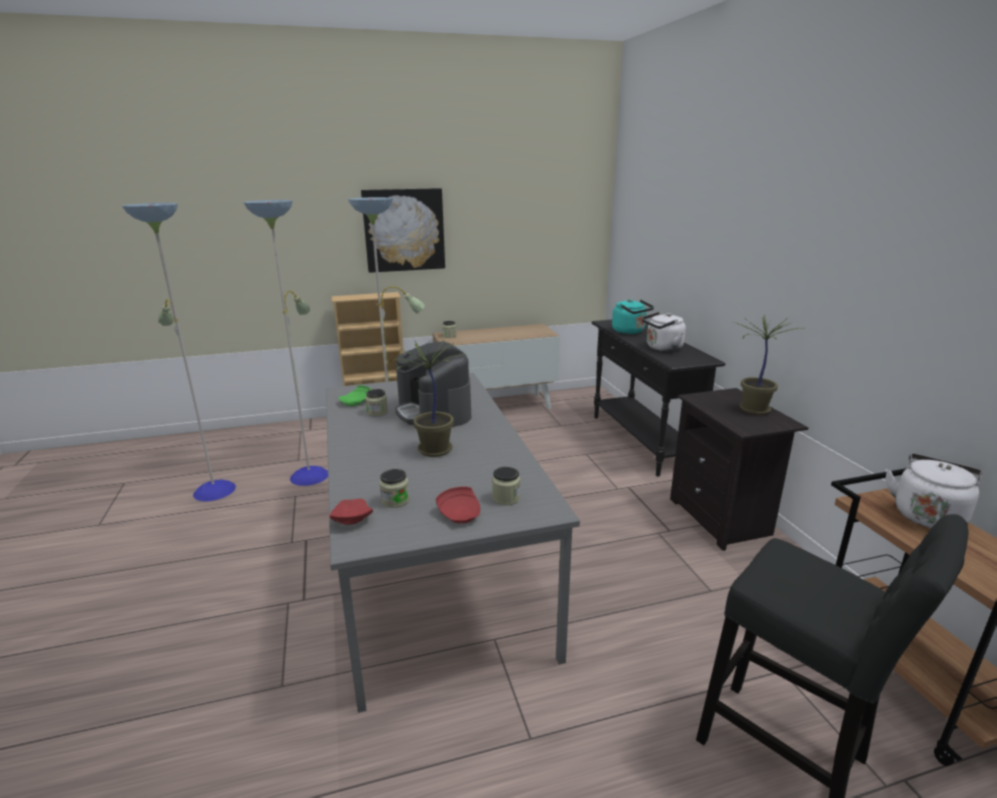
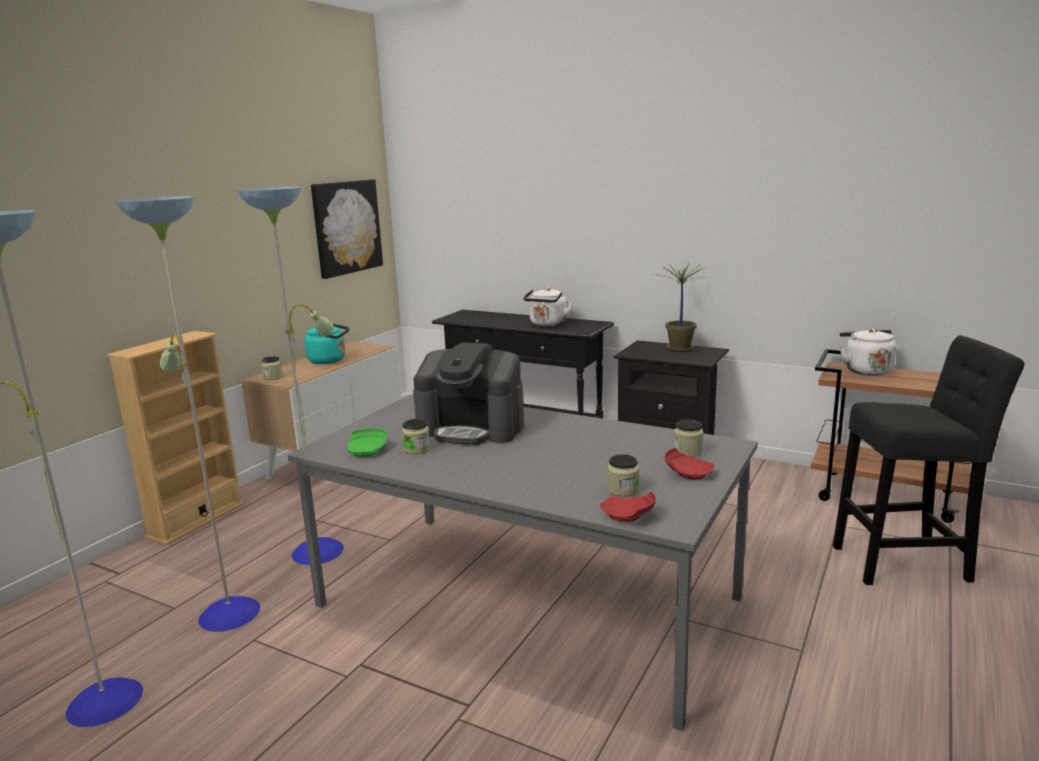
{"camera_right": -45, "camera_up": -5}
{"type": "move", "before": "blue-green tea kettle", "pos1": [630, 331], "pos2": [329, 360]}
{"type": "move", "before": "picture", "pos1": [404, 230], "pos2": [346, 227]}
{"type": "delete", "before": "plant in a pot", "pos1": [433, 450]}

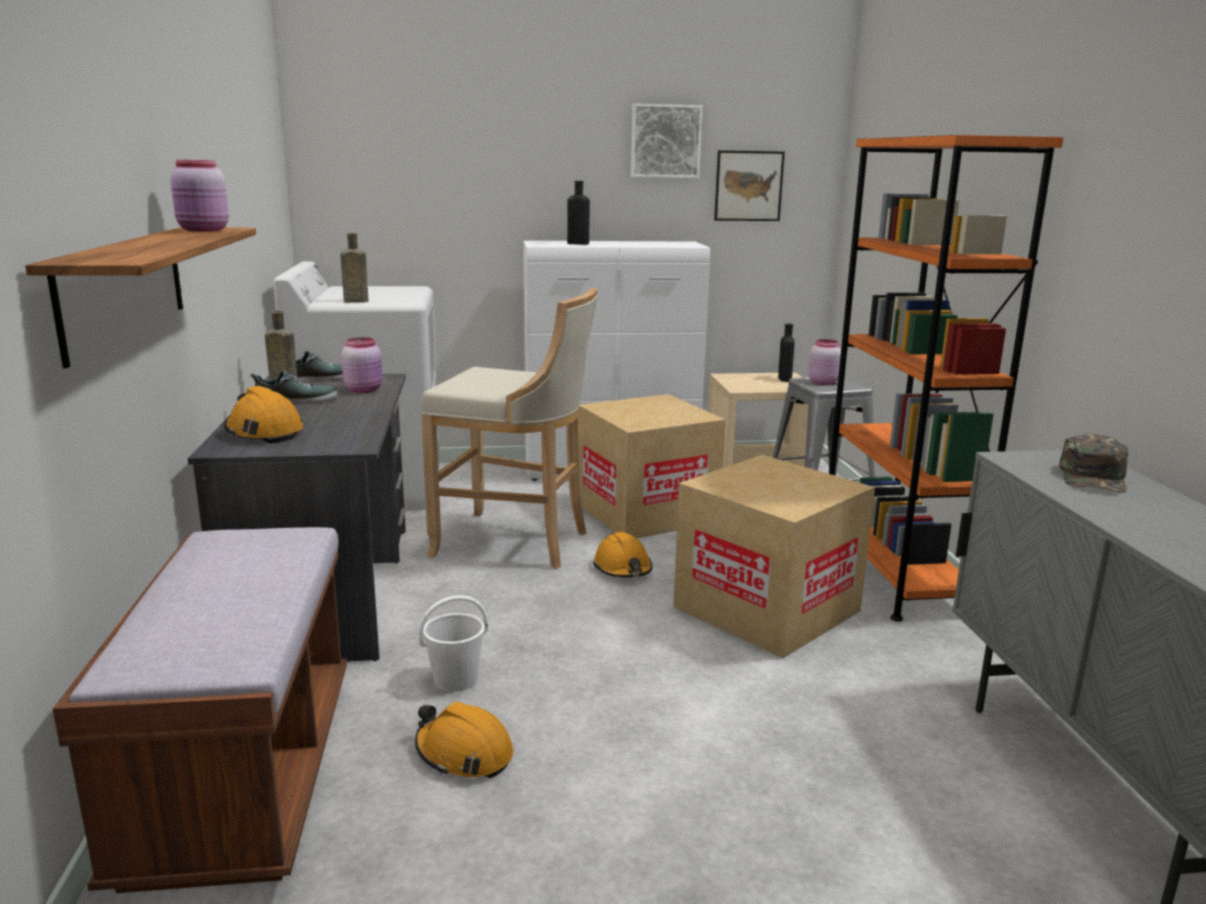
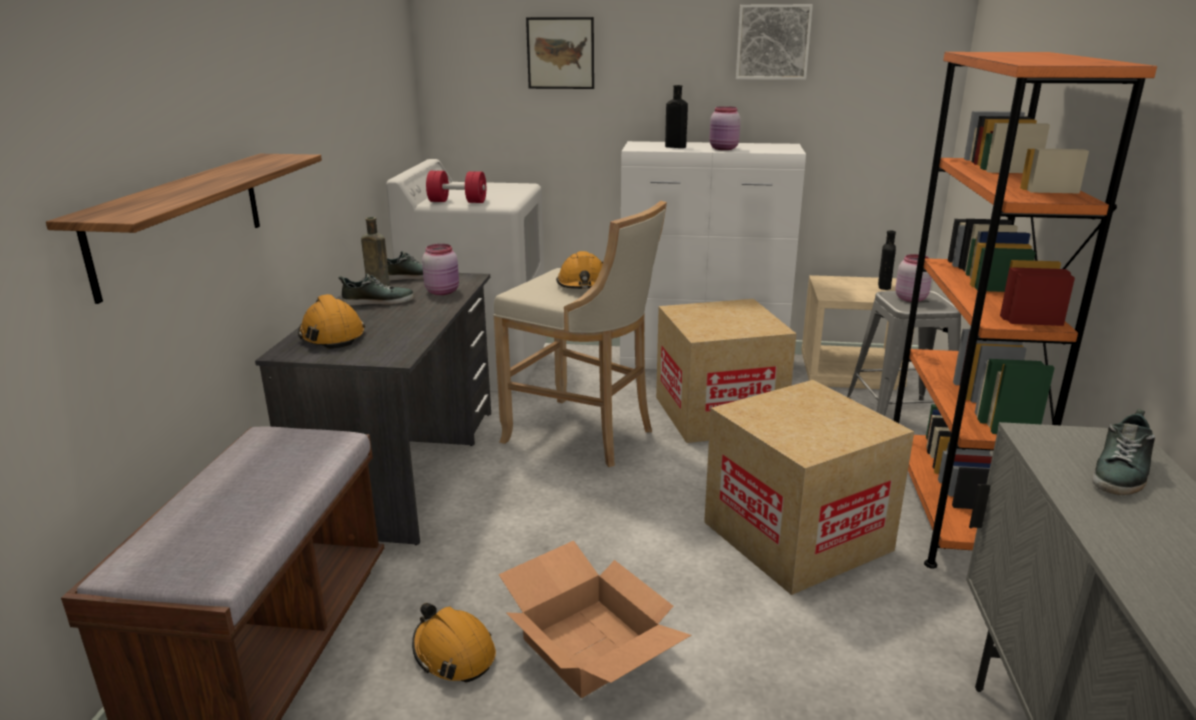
{"camera_right": 15, "camera_up": 5}
{"type": "replace", "before": "brown drink bottle", "after": "reddish hand weight", "pos1": [354, 301], "pos2": [457, 202]}
{"type": "insert", "after": "carton", "pos2": [587, 646]}
{"type": "move", "before": "picture", "pos1": [748, 186], "pos2": [560, 53]}
{"type": "move", "before": "orangey work helmet", "pos1": [623, 568], "pos2": [583, 285]}
{"type": "move", "before": "pink-coloured storage jar", "pos1": [204, 230], "pos2": [724, 149]}
{"type": "replace", "before": "green peaked cap", "after": "shoe", "pos1": [1093, 477], "pos2": [1121, 472]}
{"type": "delete", "before": "whitish bucket", "pos1": [456, 679]}

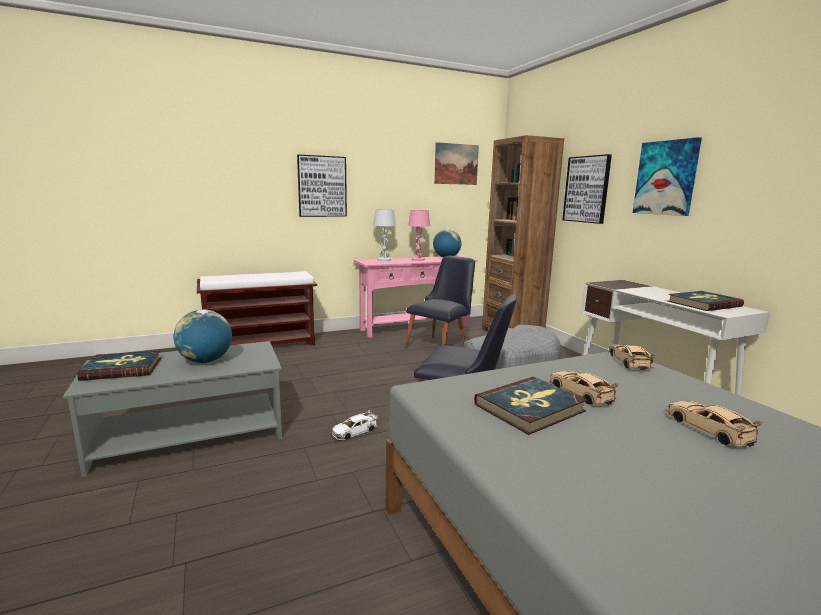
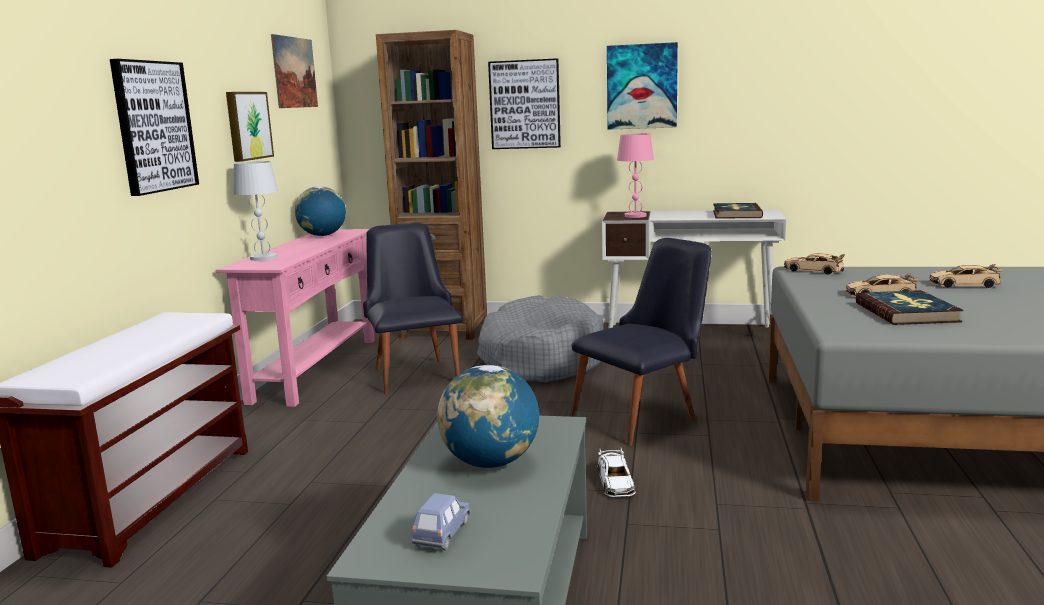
{"camera_right": -55, "camera_up": 0}
{"type": "insert", "after": "picture", "pos2": [247, 125]}
{"type": "replace", "before": "bound book", "after": "bluish model car", "pos1": [122, 368], "pos2": [442, 534]}
{"type": "move", "before": "pink-coloured table lamp", "pos1": [418, 259], "pos2": [635, 216]}

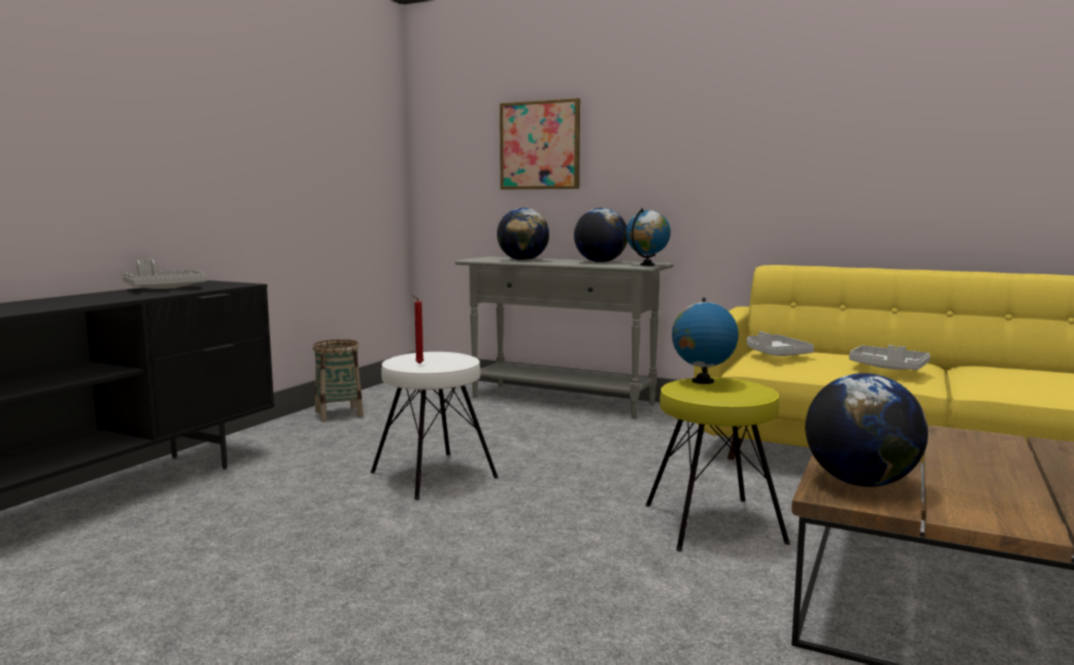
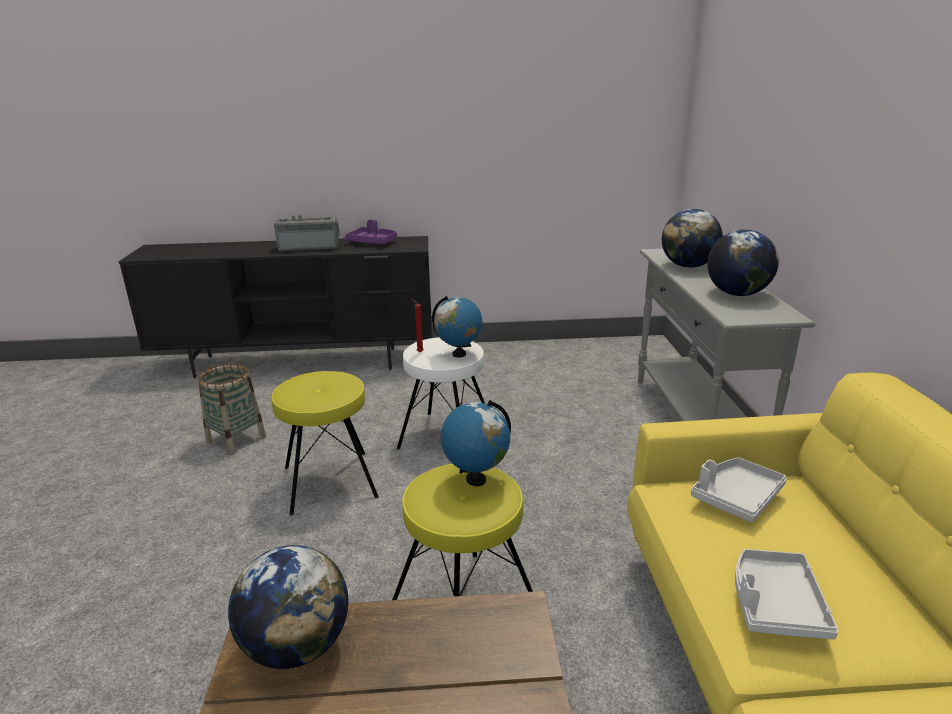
{"camera_right": 60, "camera_up": 15}
{"type": "move", "before": "basket", "pos1": [339, 414], "pos2": [236, 440]}
{"type": "insert", "after": "yellowish sitting stool", "pos2": [330, 482]}
{"type": "insert", "after": "radio", "pos2": [309, 247]}
{"type": "recolor", "before": "greyish tray", "after": "purple tray", "pos1": [164, 288], "pos2": [373, 242]}
{"type": "move", "before": "globe", "pos1": [647, 265], "pos2": [459, 354]}
{"type": "delete", "before": "picture", "pos1": [540, 145]}

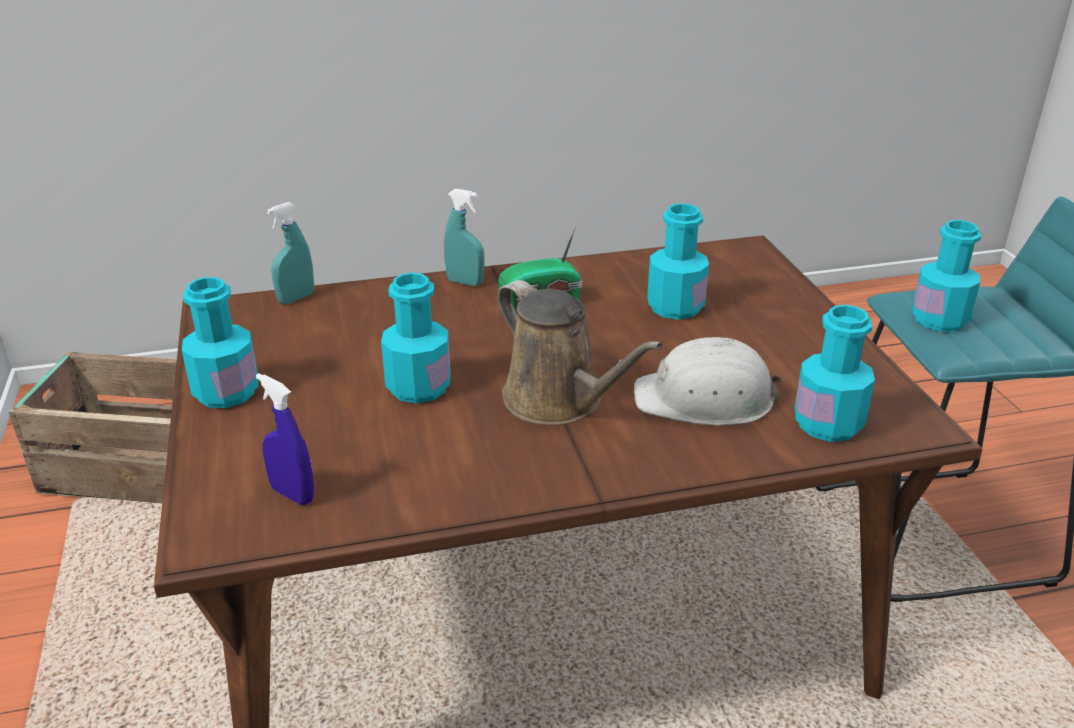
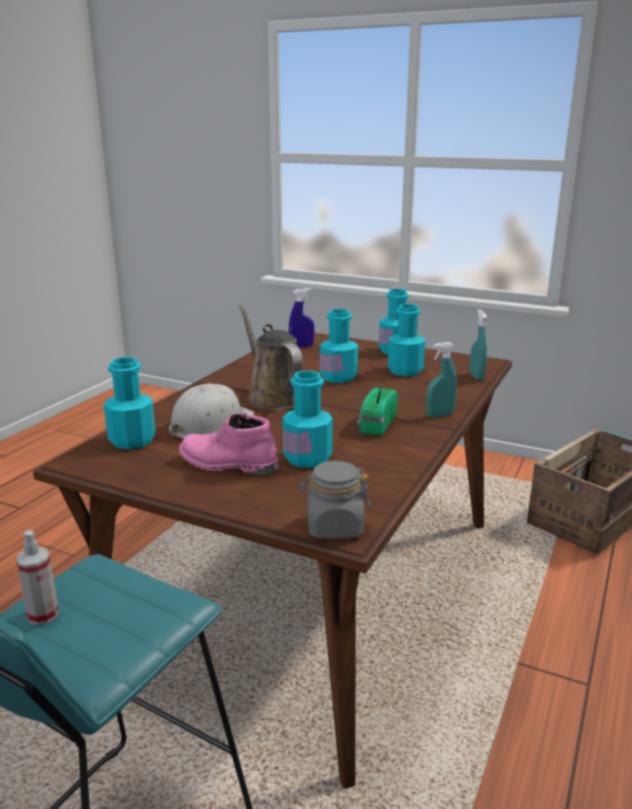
{"camera_right": 130, "camera_up": -10}
{"type": "insert", "after": "hand sprayer", "pos2": [43, 615]}
{"type": "insert", "after": "pink-coloured high-top boot", "pos2": [227, 464]}
{"type": "rotate", "before": "brown watering pot", "pos1": [559, 401], "pos2": [273, 396], "turn": 60}
{"type": "insert", "after": "greyish storage jar", "pos2": [334, 527]}
{"type": "move", "before": "blue-green drink bottle", "pos1": [939, 319], "pos2": [405, 370]}

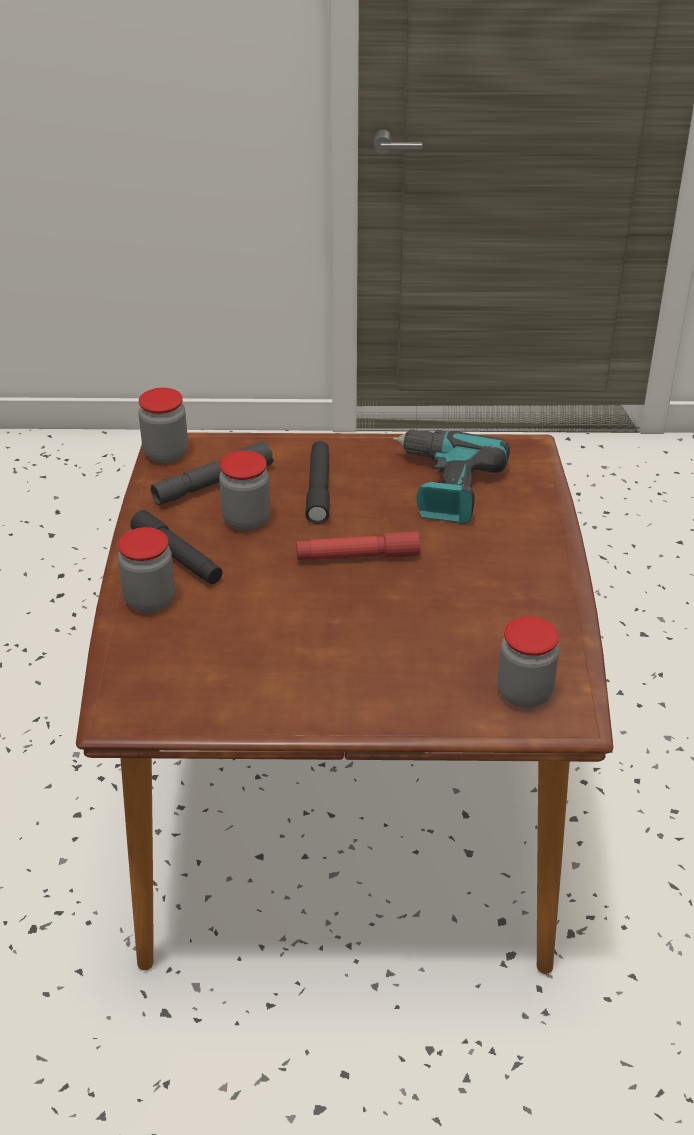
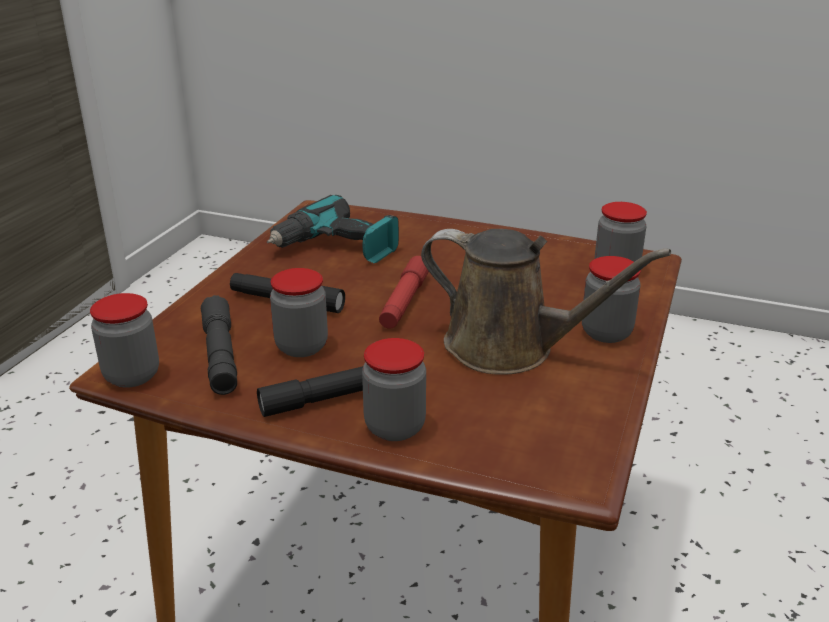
{"camera_right": -70, "camera_up": -10}
{"type": "insert", "after": "brown watering pot", "pos2": [509, 348]}
{"type": "insert", "after": "storage jar", "pos2": [606, 333]}

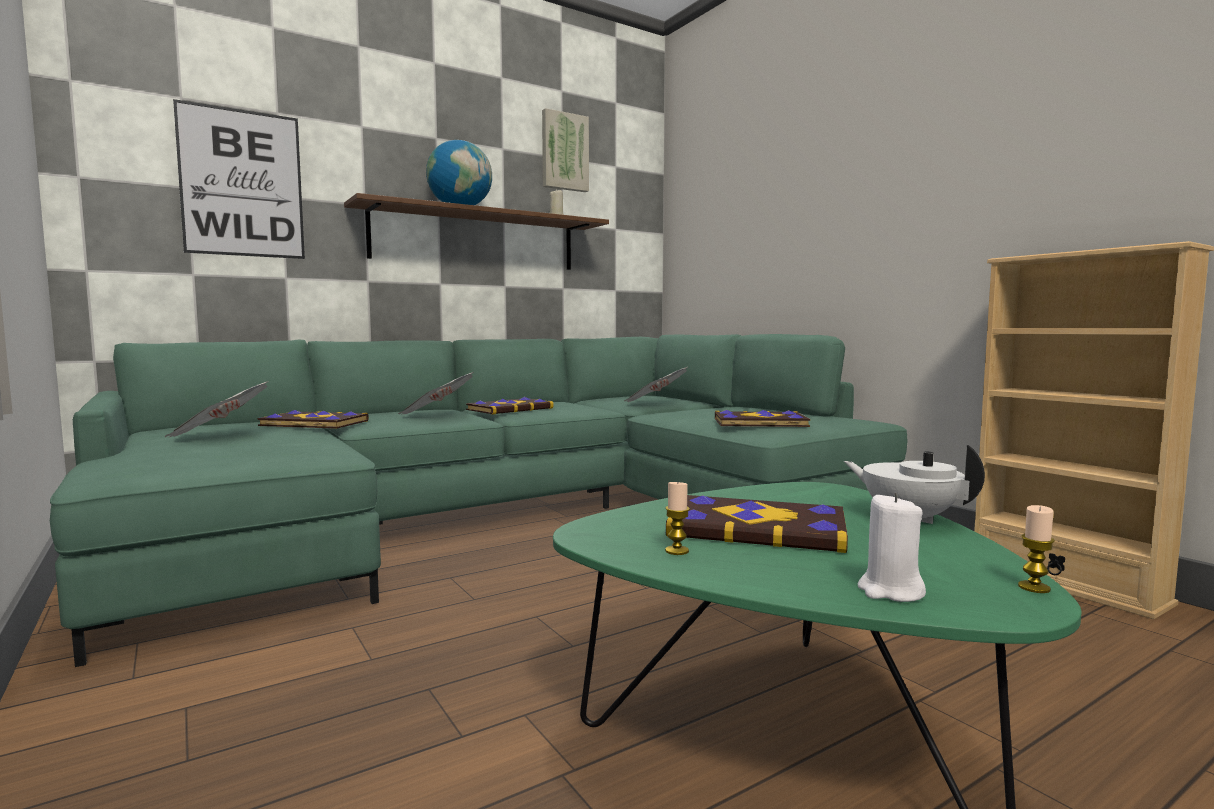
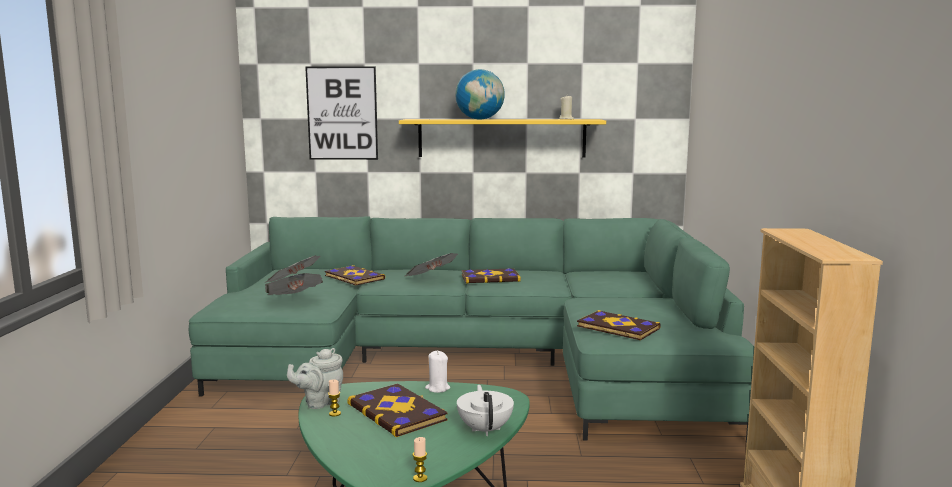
{"camera_right": 35, "camera_up": 5}
{"type": "move", "before": "printed paper", "pos1": [654, 404], "pos2": [294, 300]}
{"type": "insert", "after": "greyish pot for tea", "pos2": [319, 402]}
{"type": "recolor", "before": "brown wall shelf", "after": "yellowish wall shelf", "pos1": [476, 240], "pos2": [501, 138]}
{"type": "move", "before": "whitish wax candle", "pos1": [890, 591], "pos2": [437, 388]}
{"type": "delete", "before": "picture", "pos1": [564, 152]}

